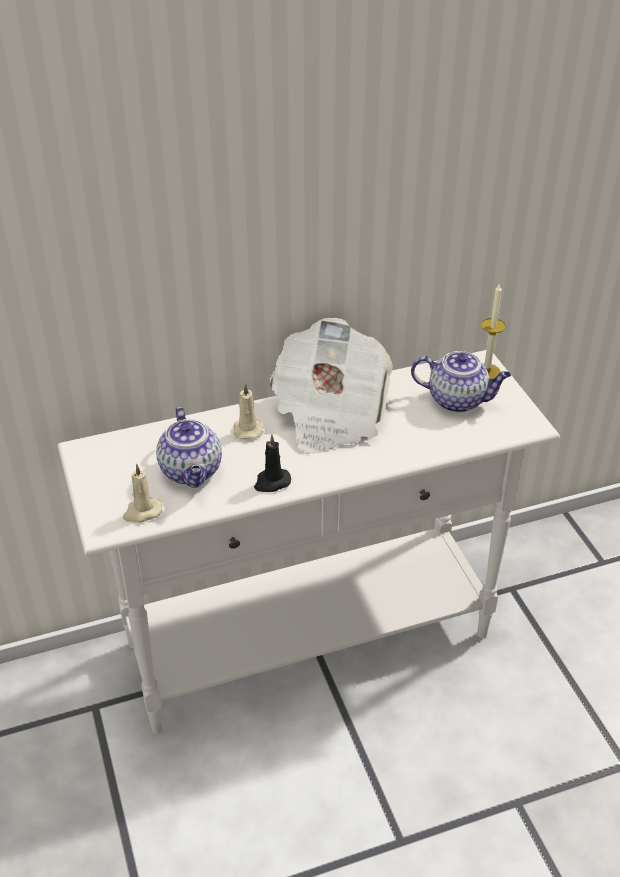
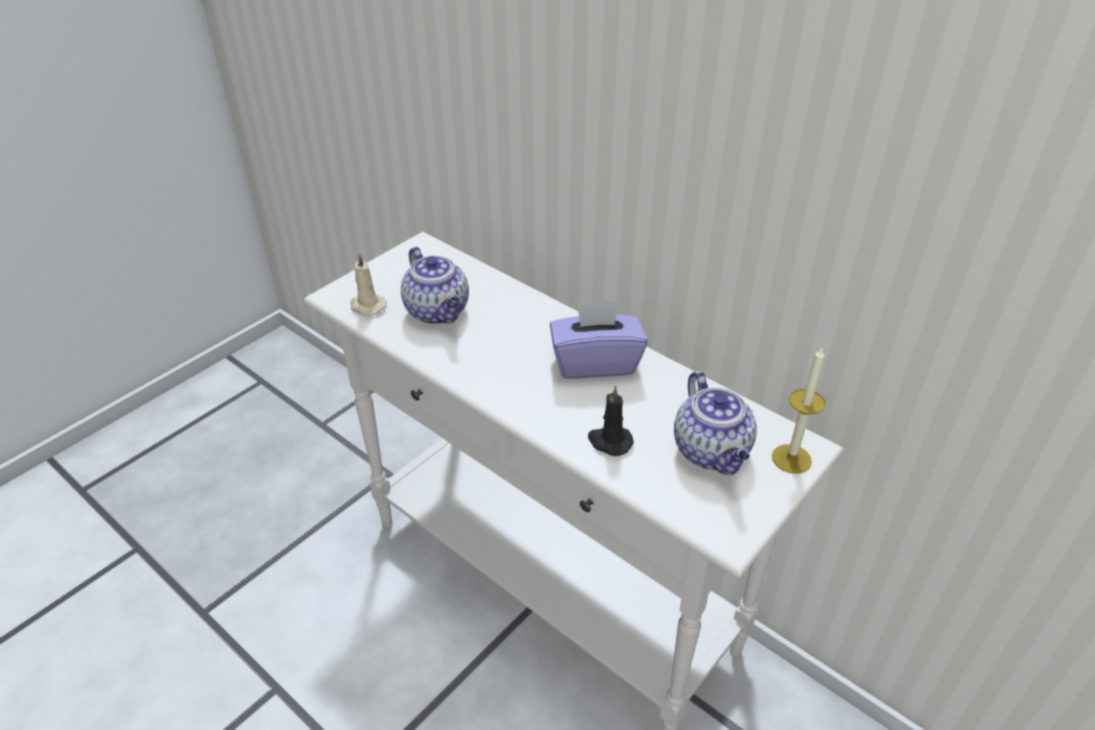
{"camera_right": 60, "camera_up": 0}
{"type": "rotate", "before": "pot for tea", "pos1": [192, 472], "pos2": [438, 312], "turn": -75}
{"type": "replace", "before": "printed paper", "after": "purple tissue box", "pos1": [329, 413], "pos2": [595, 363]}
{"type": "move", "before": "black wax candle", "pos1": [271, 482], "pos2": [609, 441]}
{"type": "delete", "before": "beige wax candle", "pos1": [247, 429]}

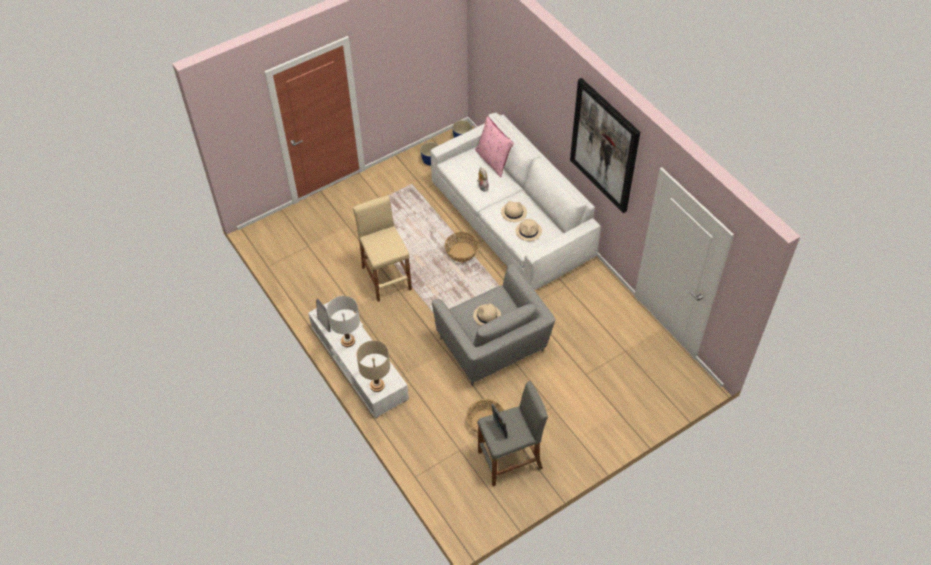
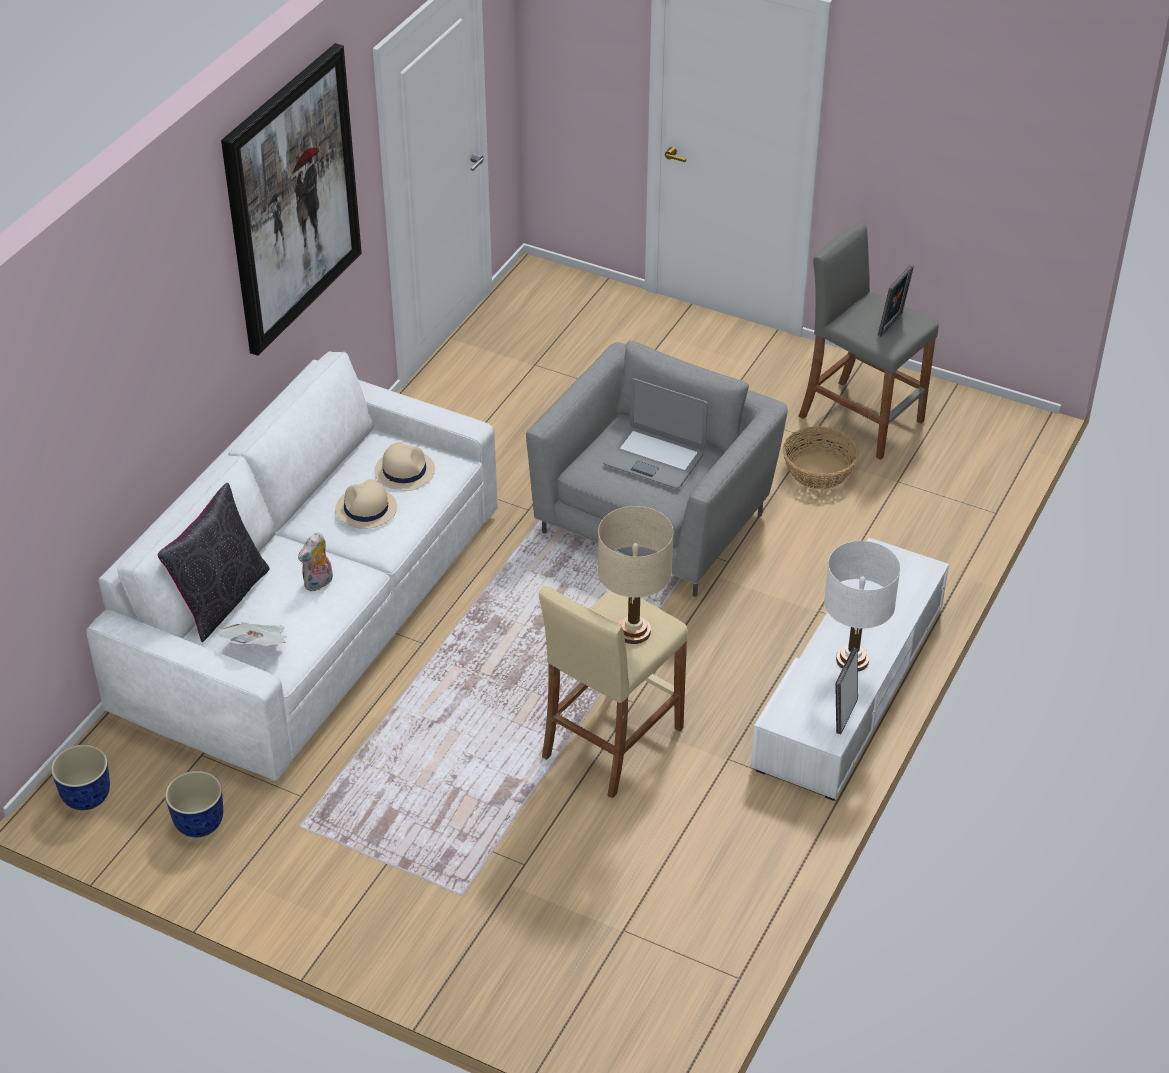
{"camera_right": -120, "camera_up": -10}
{"type": "recolor", "before": "pink-coloured cushion", "after": "black cushion", "pos1": [493, 160], "pos2": [221, 599]}
{"type": "insert", "after": "printed paper", "pos2": [257, 646]}
{"type": "move", "before": "beige table lamp", "pos1": [377, 385], "pos2": [633, 632]}
{"type": "replace", "before": "beige clothing hat", "after": "laptop", "pos1": [487, 316], "pos2": [654, 458]}
{"type": "delete", "before": "basket", "pos1": [461, 252]}

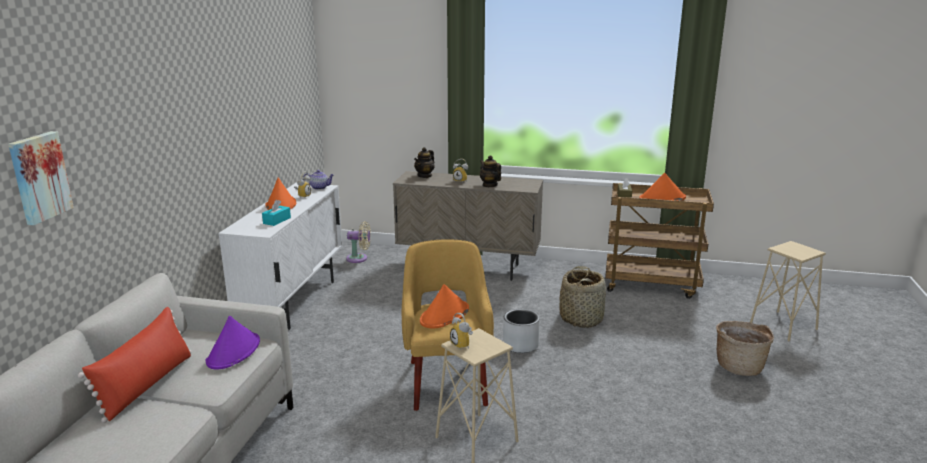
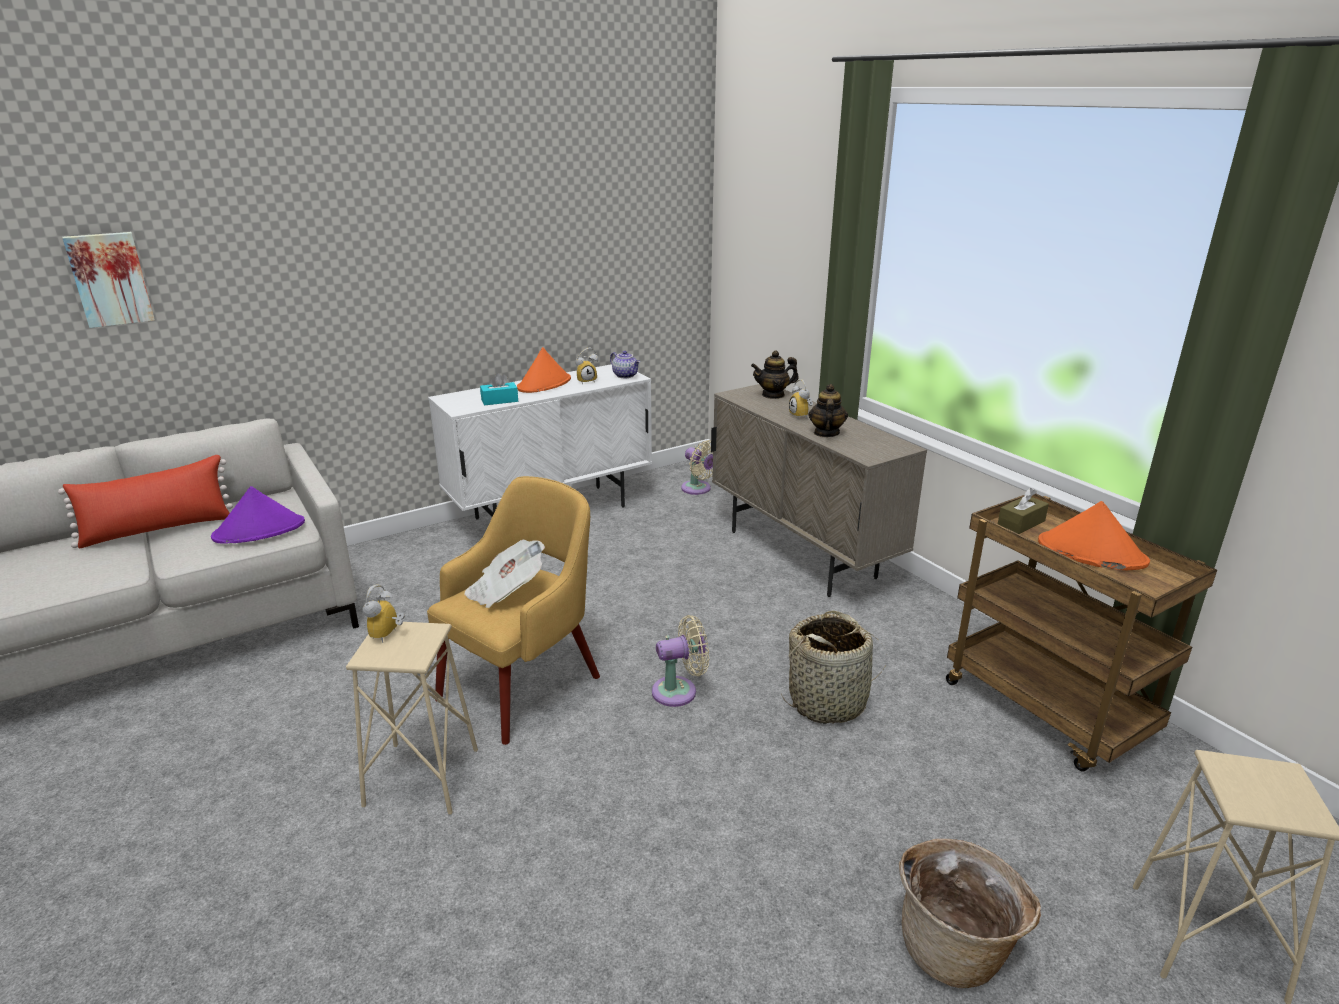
{"camera_right": 45, "camera_up": 5}
{"type": "replace", "before": "orangey clothing hat", "after": "printed paper", "pos1": [444, 315], "pos2": [506, 591]}
{"type": "replace", "before": "greyish plant pot", "after": "beige electric fan", "pos1": [520, 345], "pos2": [679, 691]}

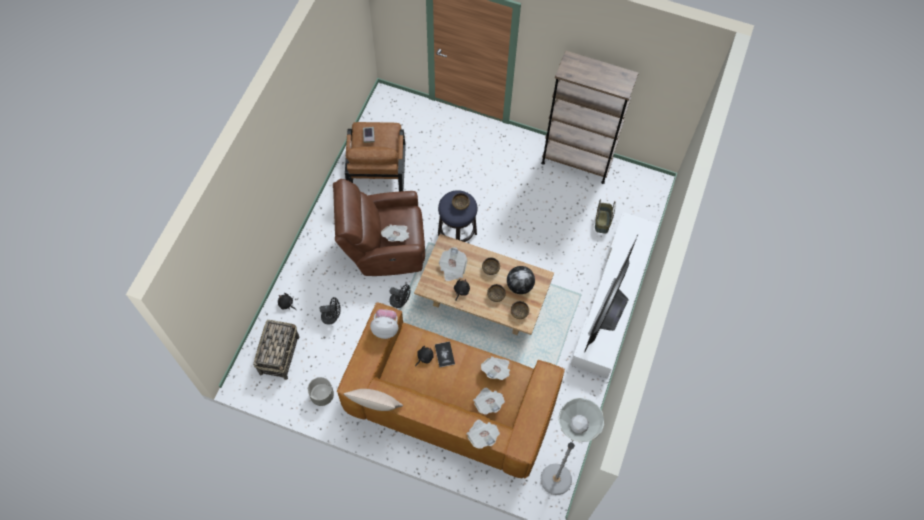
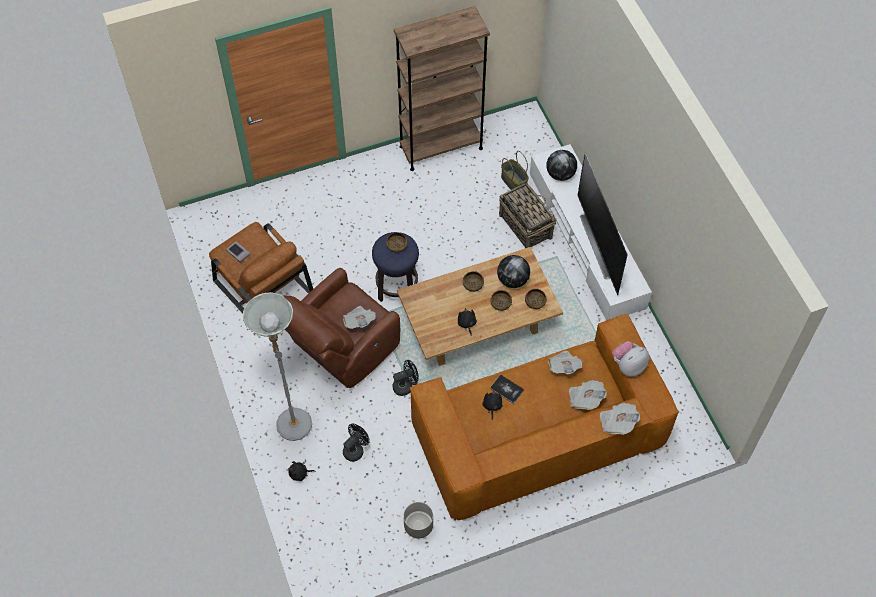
{"camera_right": -40, "camera_up": -5}
{"type": "move", "before": "greyish standard lamp", "pos1": [558, 472], "pos2": [291, 418]}
{"type": "move", "before": "basket", "pos1": [279, 354], "pos2": [525, 226]}
{"type": "insert", "after": "globe", "pos2": [560, 174]}
{"type": "move", "before": "cuddly toy", "pos1": [385, 328], "pos2": [628, 366]}
{"type": "delete", "before": "beige cushion", "pos1": [375, 406]}
{"type": "delete", "before": "printed paper", "pos1": [452, 268]}

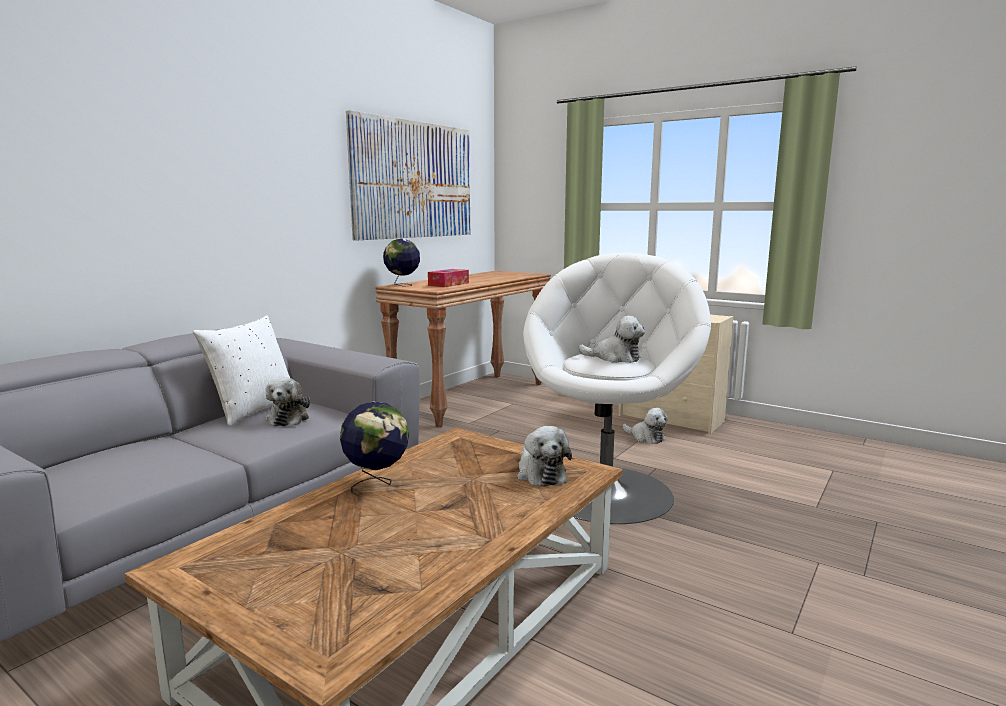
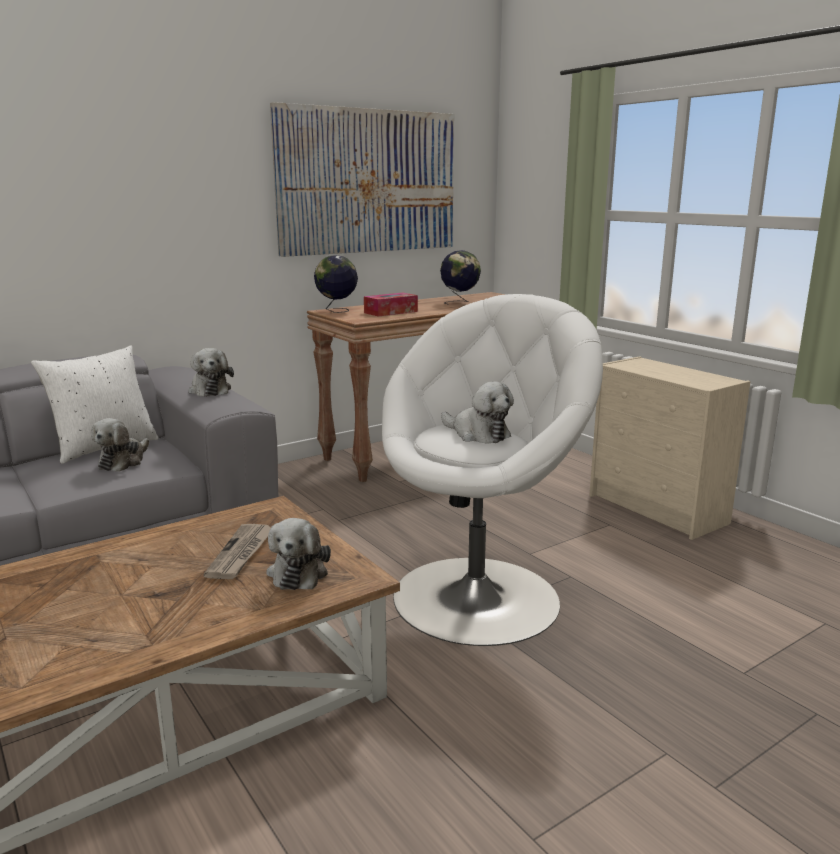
{"camera_right": 20, "camera_up": 5}
{"type": "move", "before": "cuddly toy", "pos1": [646, 437], "pos2": [210, 390]}
{"type": "insert", "after": "printed paper", "pos2": [241, 553]}
{"type": "move", "before": "globe", "pos1": [377, 484], "pos2": [460, 302]}

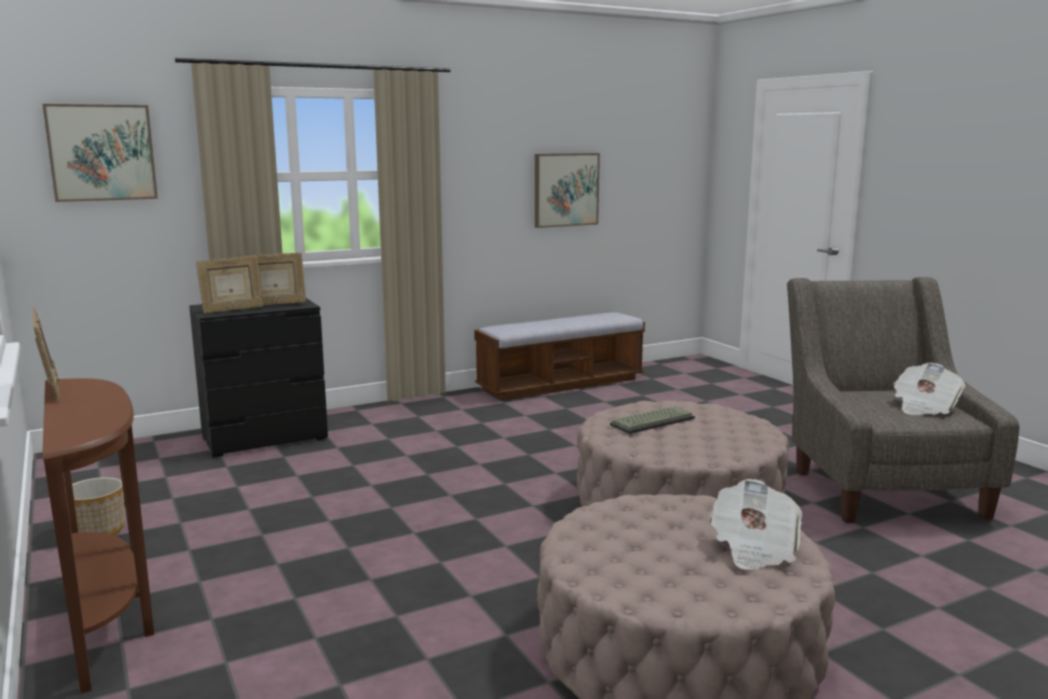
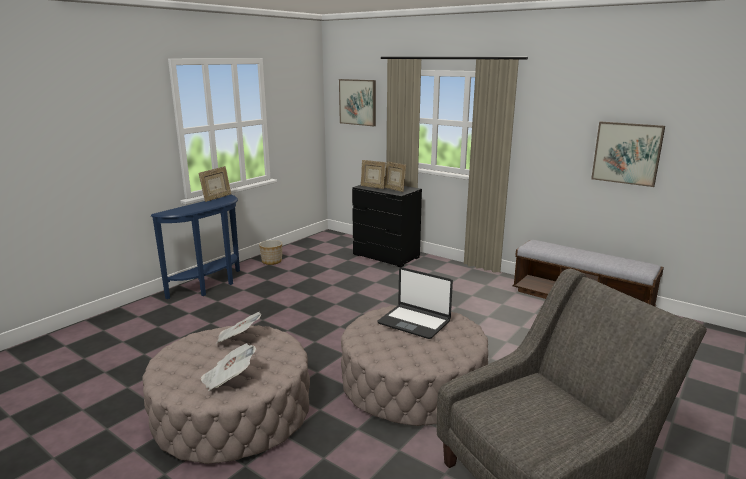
{"camera_right": 65, "camera_up": 5}
{"type": "recolor", "before": "brown narrow table", "after": "bluish narrow table", "pos1": [112, 618], "pos2": [211, 286]}
{"type": "move", "before": "printed paper", "pos1": [924, 407], "pos2": [238, 338]}
{"type": "replace", "before": "keyboard", "after": "laptop", "pos1": [652, 421], "pos2": [414, 322]}

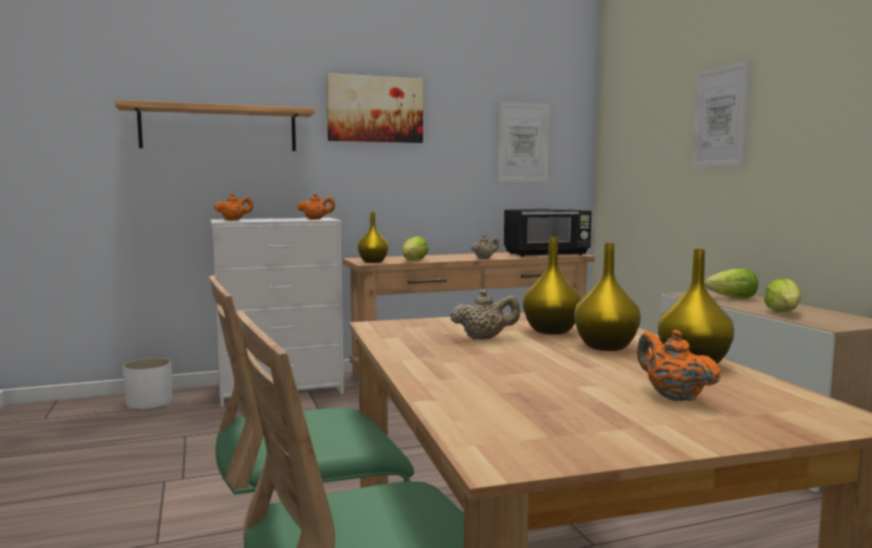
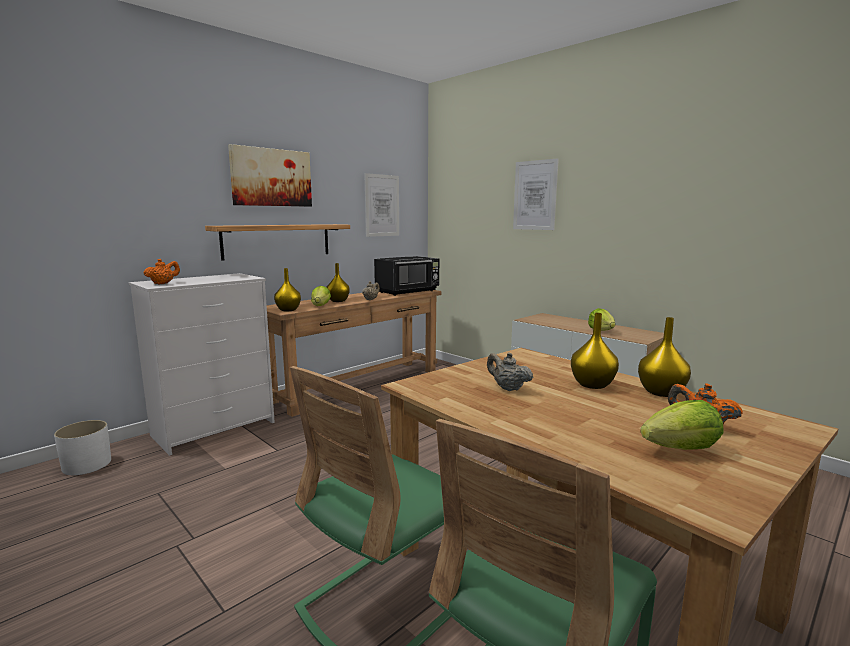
{"camera_right": -25, "camera_up": 5}
{"type": "move", "before": "wall shelf", "pos1": [219, 128], "pos2": [277, 241]}
{"type": "move", "before": "yellowish flower vase", "pos1": [552, 331], "pos2": [338, 301]}
{"type": "rotate", "before": "beige pot for tea", "pos1": [484, 338], "pos2": [507, 388], "turn": -105}
{"type": "move", "before": "head of lettuce", "pos1": [733, 298], "pos2": [681, 449]}
{"type": "delete", "before": "orangey pot for tea", "pos1": [316, 219]}

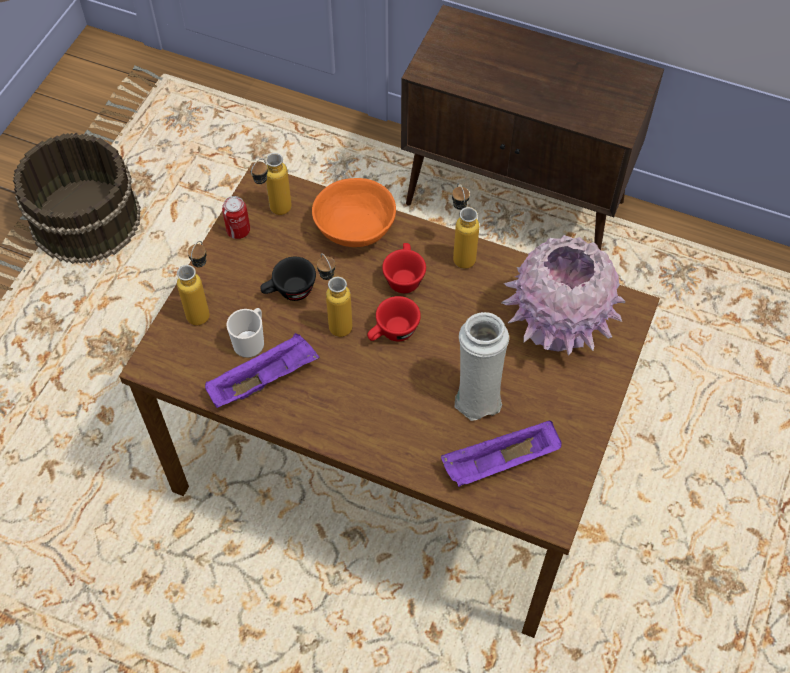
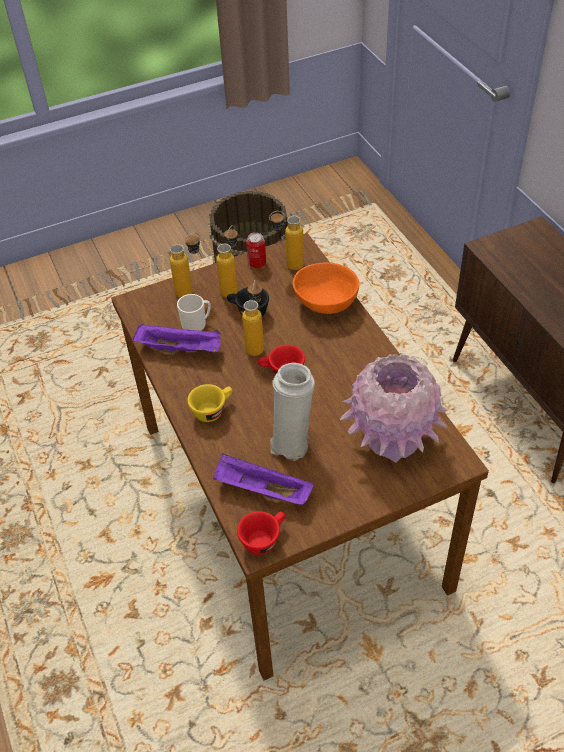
{"camera_right": 45, "camera_up": -10}
{"type": "insert", "after": "yellowish small cup", "pos2": [212, 410]}
{"type": "move", "before": "drink bottle", "pos1": [460, 253], "pos2": [232, 288]}
{"type": "move", "before": "reddish small cup", "pos1": [403, 276], "pos2": [264, 539]}

